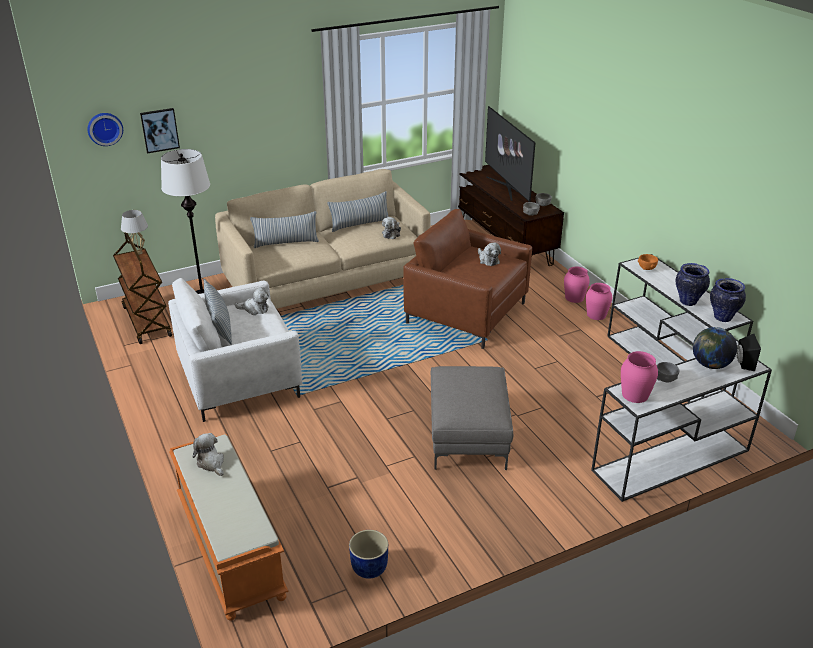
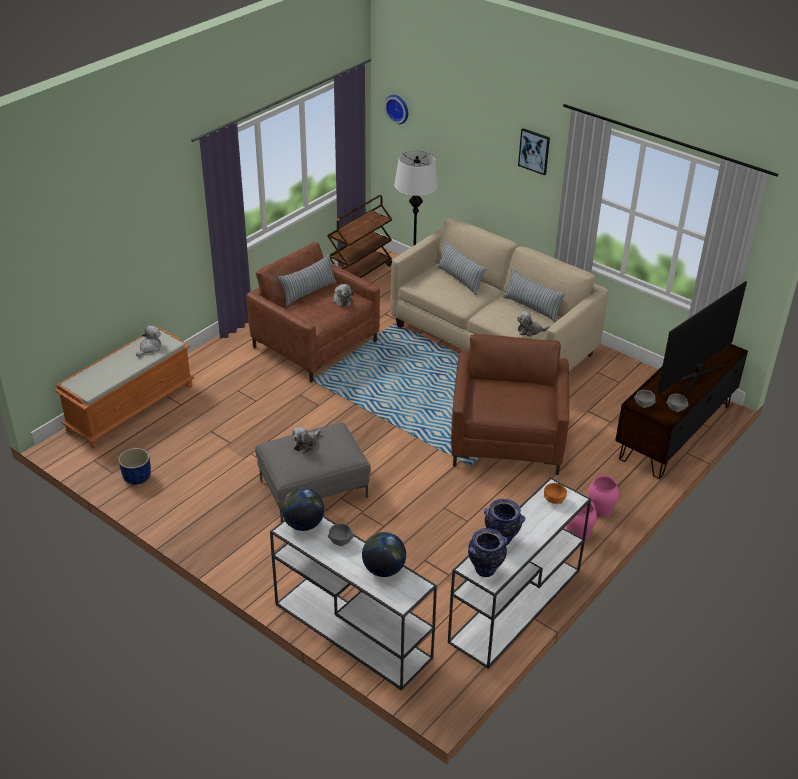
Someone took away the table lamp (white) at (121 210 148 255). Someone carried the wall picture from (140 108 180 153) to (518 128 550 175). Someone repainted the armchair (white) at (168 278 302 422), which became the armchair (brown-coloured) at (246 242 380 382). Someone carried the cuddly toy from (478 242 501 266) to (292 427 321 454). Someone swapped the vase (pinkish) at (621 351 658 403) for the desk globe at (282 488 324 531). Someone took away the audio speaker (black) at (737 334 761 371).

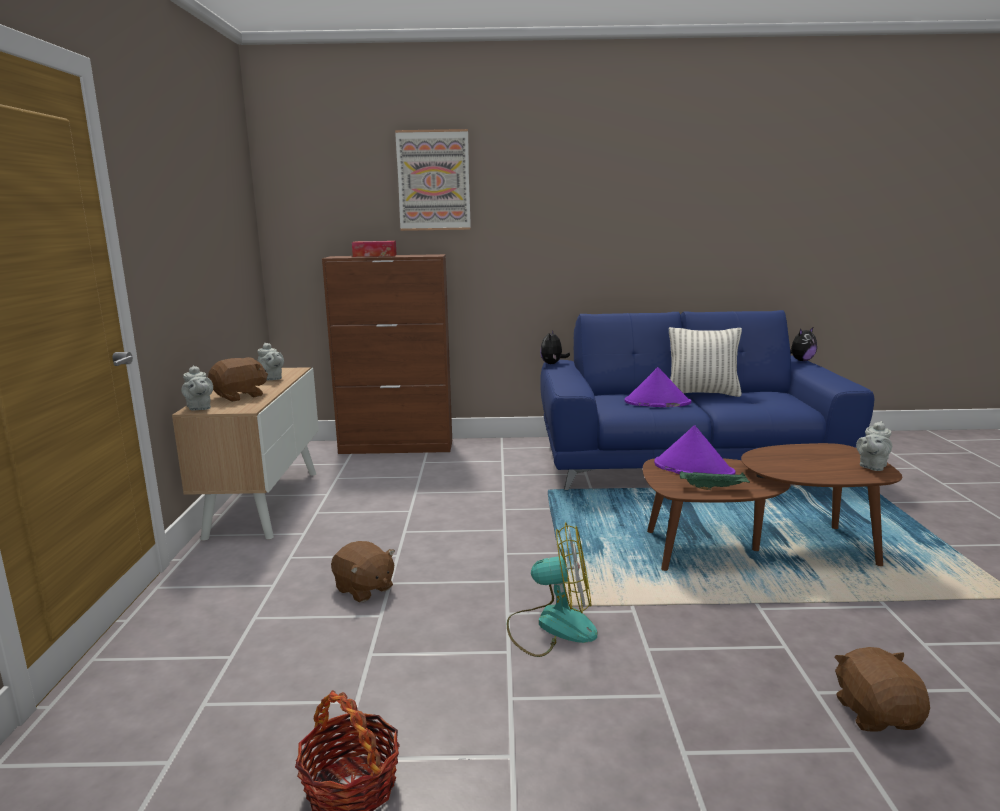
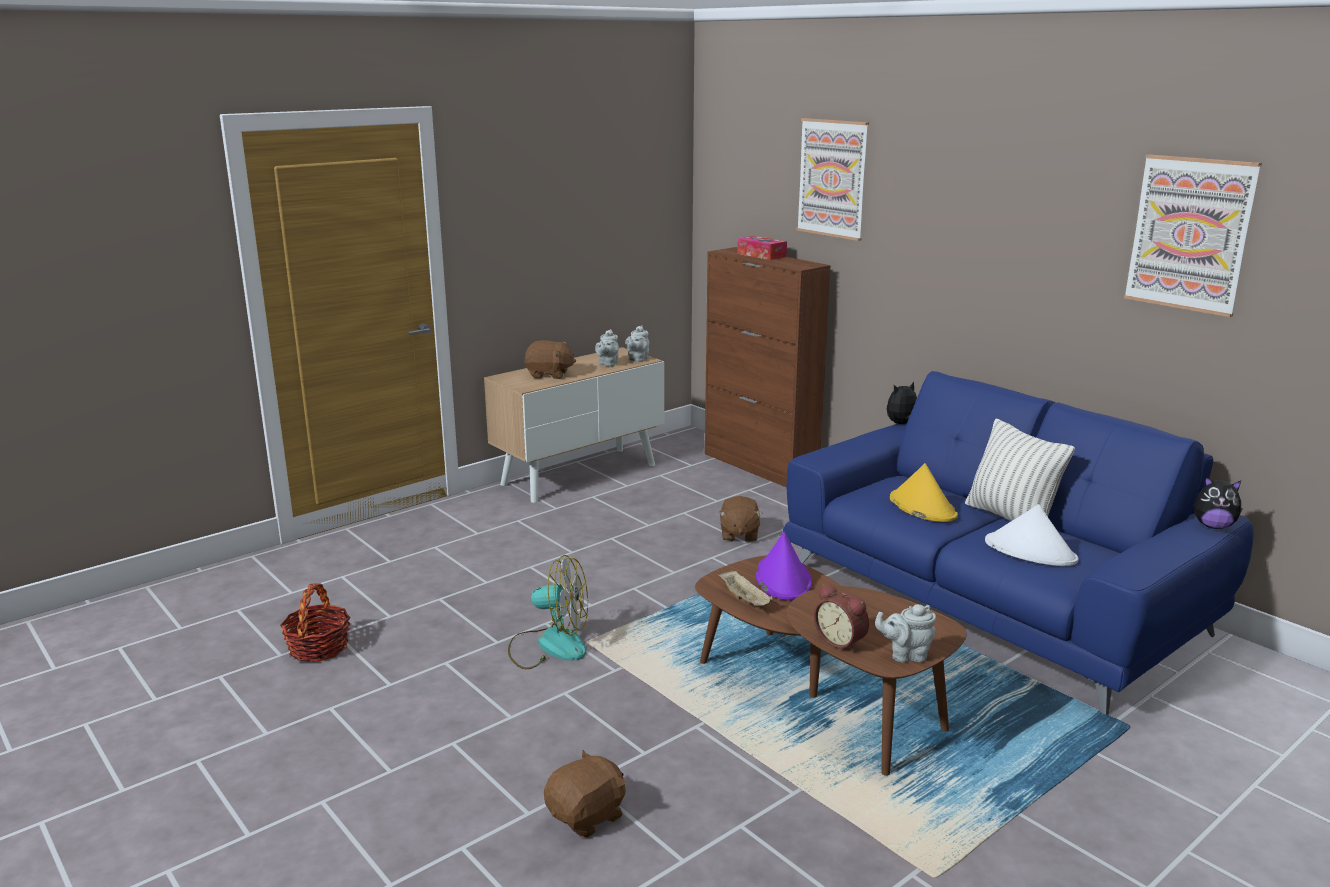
Someone carried the teapot (grey) from (181 366 213 410) to (625 325 649 362). Someone carried the cuddly toy (brown-coloured) from (331 541 395 602) to (719 496 763 542). Someone rotated the electric fan at (507 522 597 657) by 45 degrees counterclockwise. Someone repainted the wearable hat (purple-coloured) at (625 367 691 407), which became the wearable hat (yellow) at (890 463 958 522). Someone repainted the serving tray (green-coloured) at (680 471 750 490), which became the serving tray (beige-coloured) at (719 570 773 606). Someone put down the alarm clock at (814 584 869 652). Someone put down the wearable hat (white) at (985 504 1079 566). Someone put up the wall picture at (1124 154 1262 317).

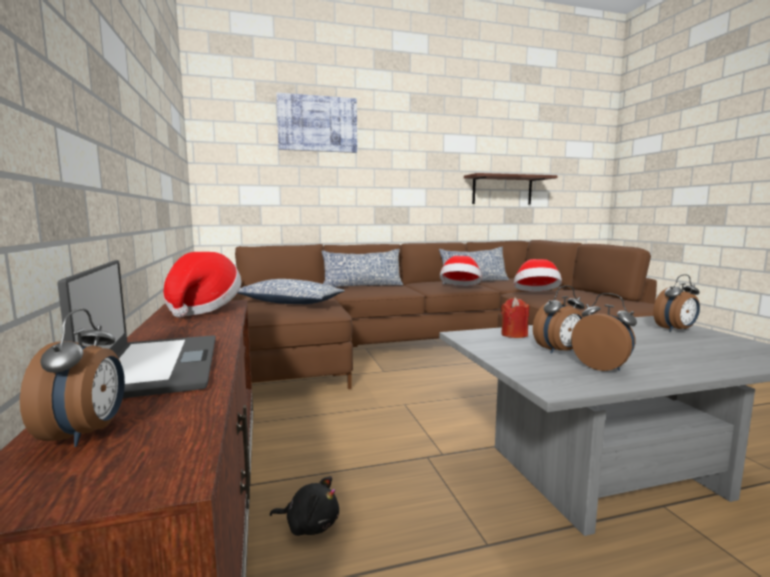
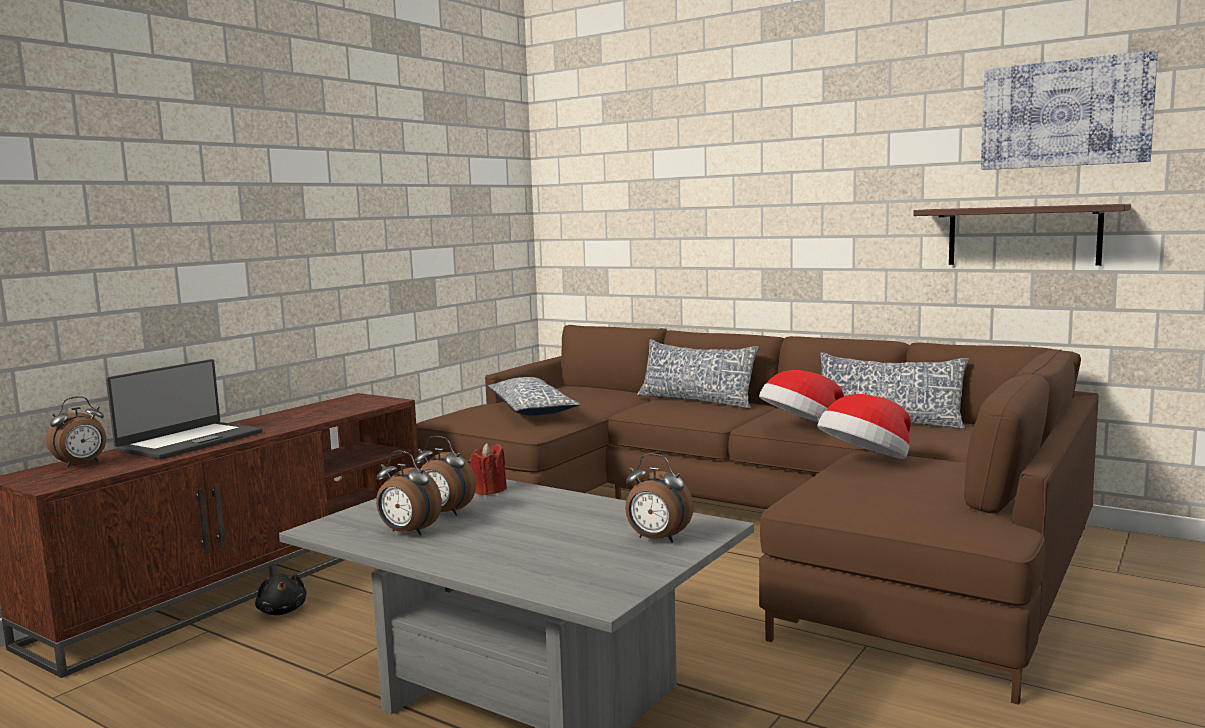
Someone took away the wearable hat at (163 252 242 317). Someone carried the wall picture from (276 93 357 153) to (981 50 1158 170). Someone rotated the alarm clock at (571 293 637 371) by 105 degrees clockwise.

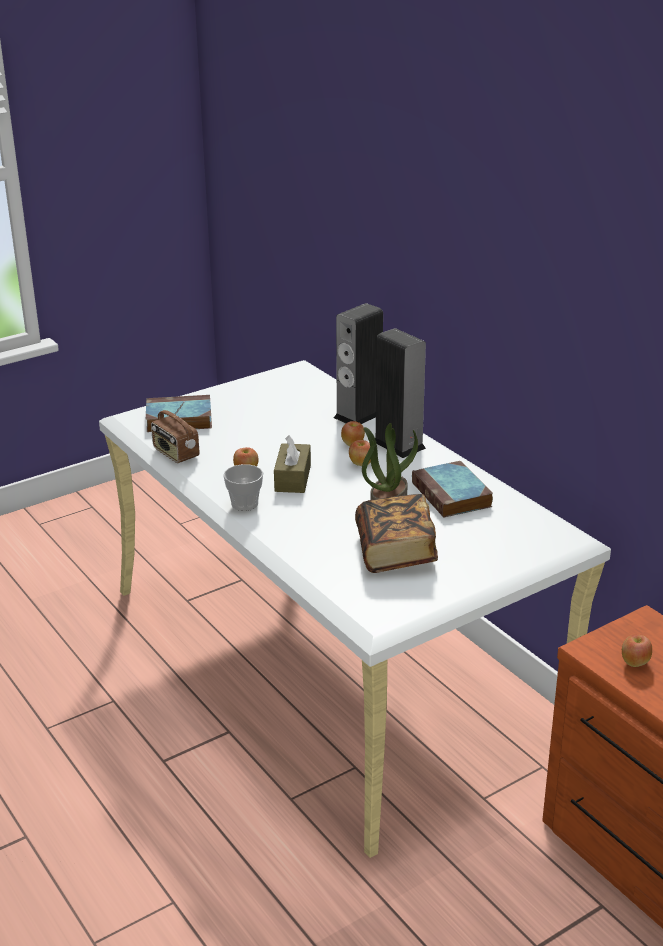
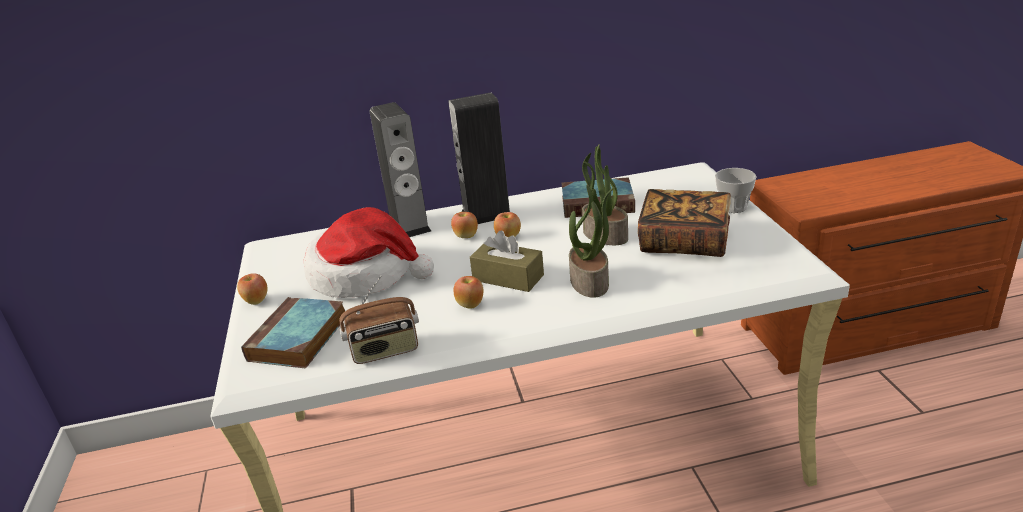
Someone carried the small cup from (223 464 263 511) to (715 168 757 213). Someone carried the whole apple from (622 634 652 667) to (237 273 268 305). Someone put down the wearable hat at (304 207 434 298). Someone put down the houseplant at (569 185 615 298).

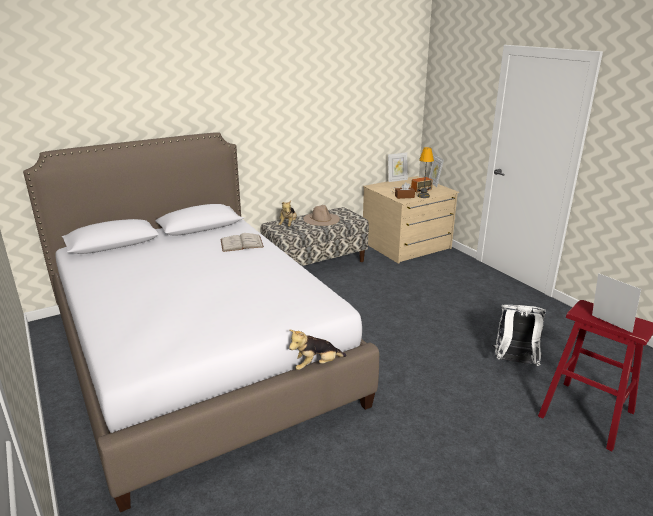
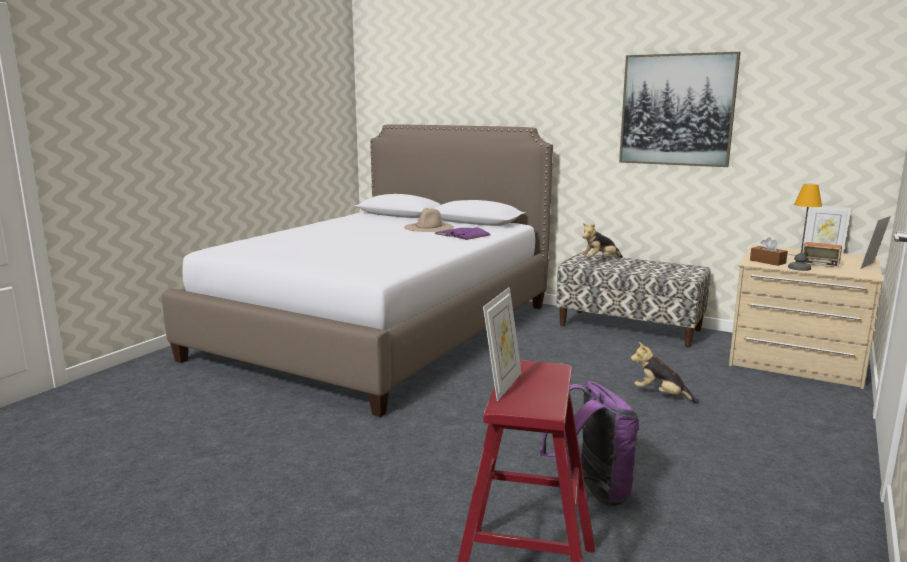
Someone repainted the bound book (white) at (221 233 264 252), which became the bound book (purple-coloured) at (435 227 490 240). Someone carried the cuddly toy from (289 329 347 370) to (631 342 699 404). Someone carried the wearable hat (beige-coloured) from (303 205 340 226) to (404 208 454 232). Someone repainted the backpack (white) at (492 305 546 366), which became the backpack (purple-coloured) at (540 381 639 507). Someone put up the wall picture at (619 52 741 167).

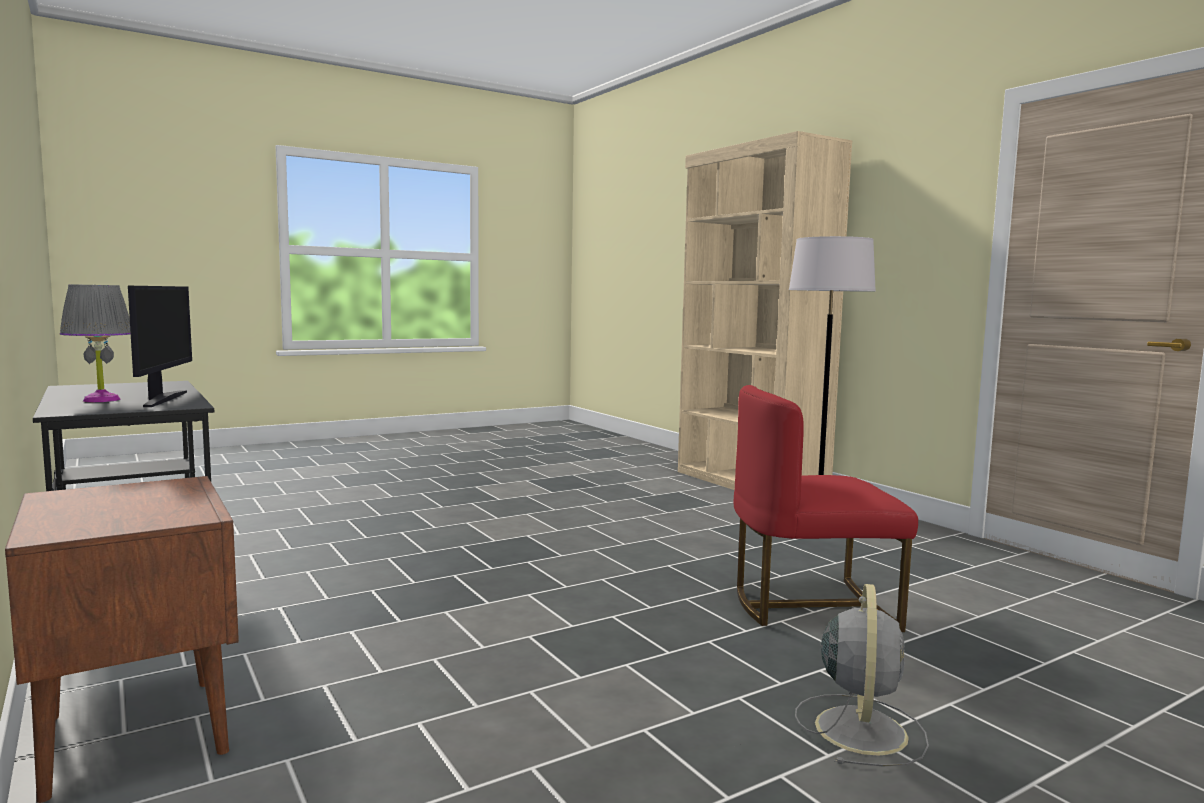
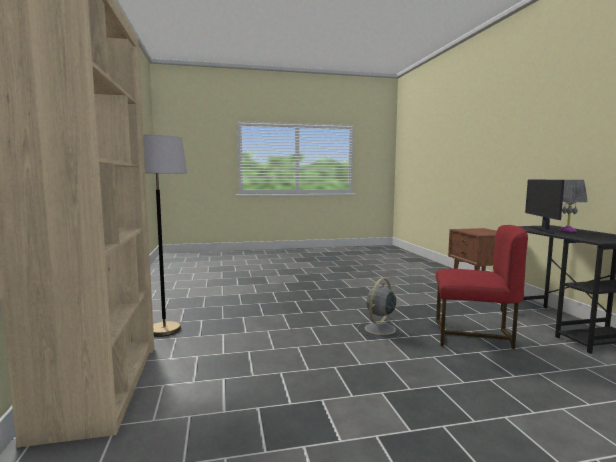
Someone carried the plain chair (red-coloured) from (734 385 918 632) to (436 225 528 349). Someone carried the electric fan (grey) from (795 584 929 766) to (357 278 402 339).

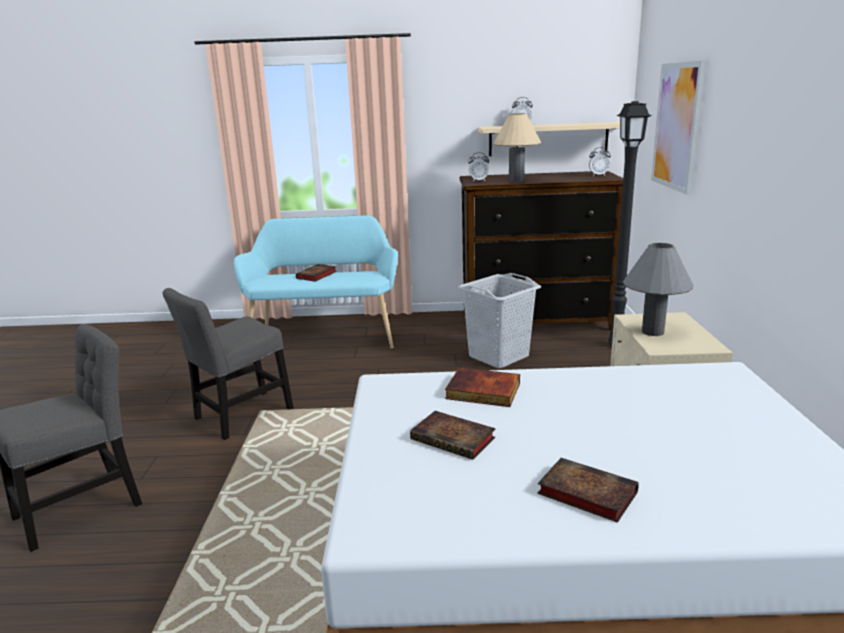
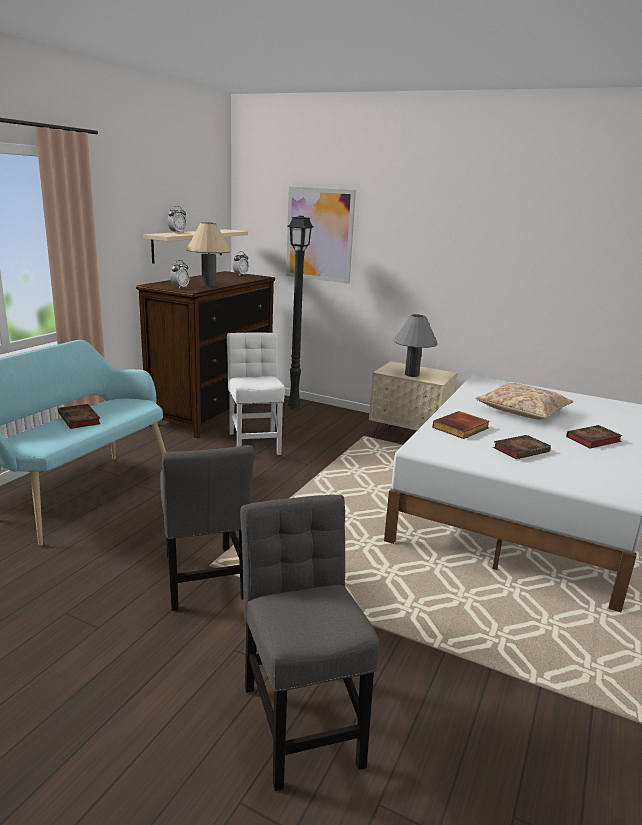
Someone swapped the hamper (grey) at (458 273 542 368) for the plain chair (white) at (227 333 285 455). Someone put down the pillow (beige-coloured) at (475 383 573 419).

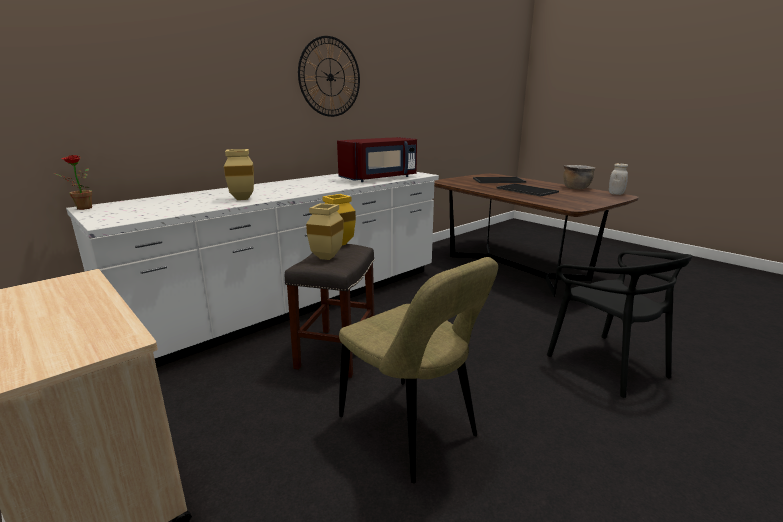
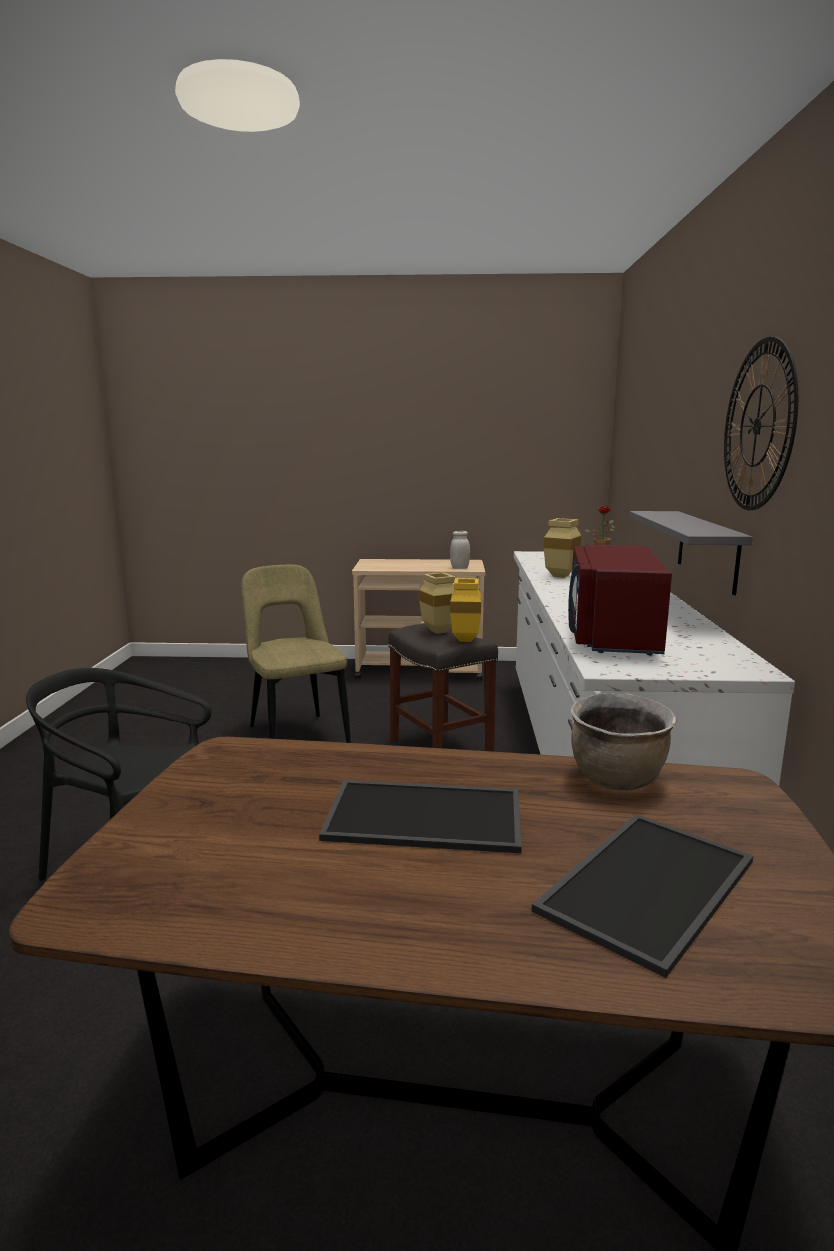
Someone rotated the plain chair (beige-coloured) at (339 257 498 483) by 60 degrees clockwise. Someone carried the saucepot (brown-coloured) from (563 165 596 189) to (571 693 676 790). Someone carried the jar (white) from (609 163 628 195) to (450 531 470 569). Someone put up the wall shelf (grey) at (629 511 753 595).

